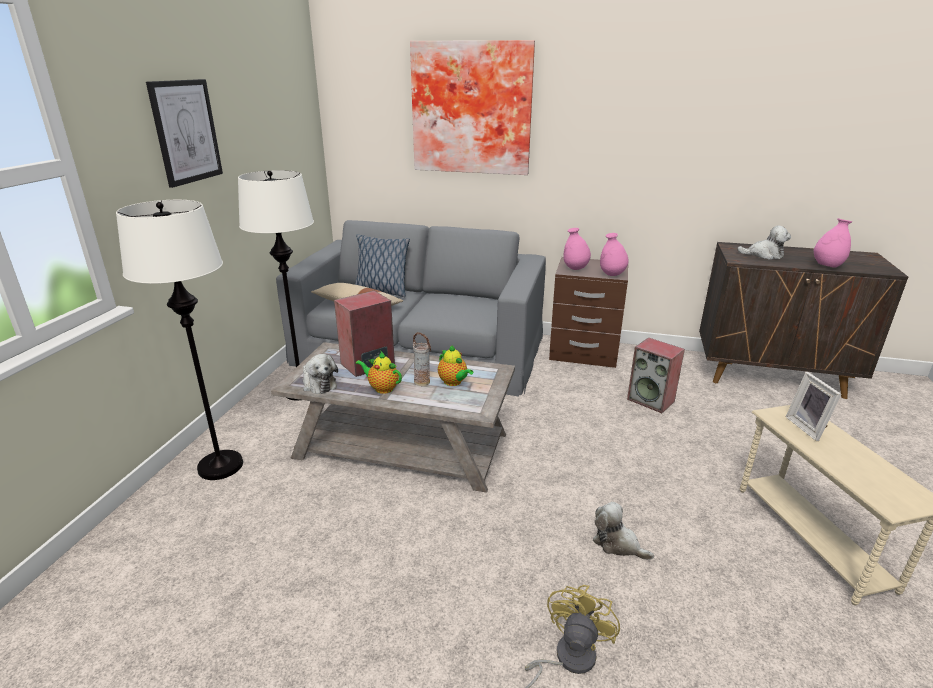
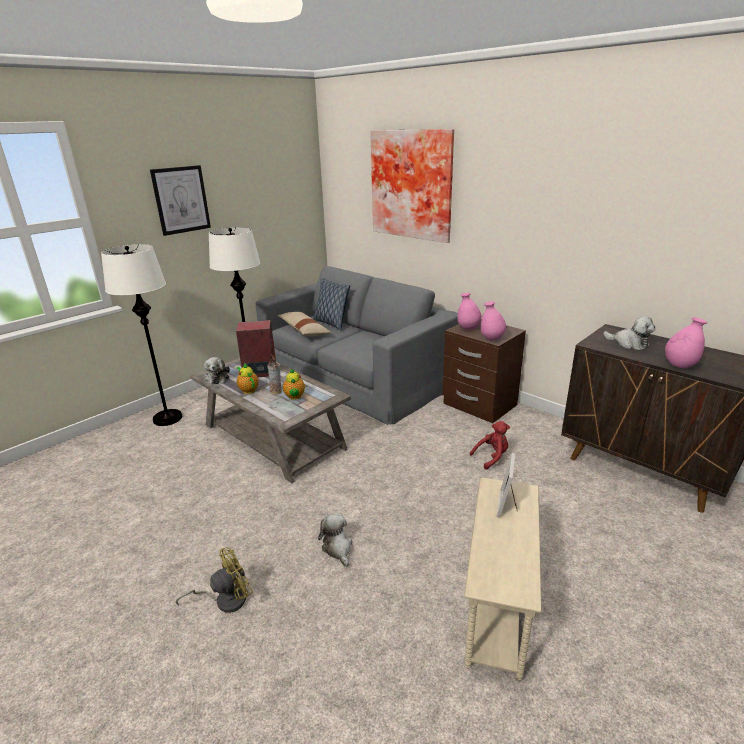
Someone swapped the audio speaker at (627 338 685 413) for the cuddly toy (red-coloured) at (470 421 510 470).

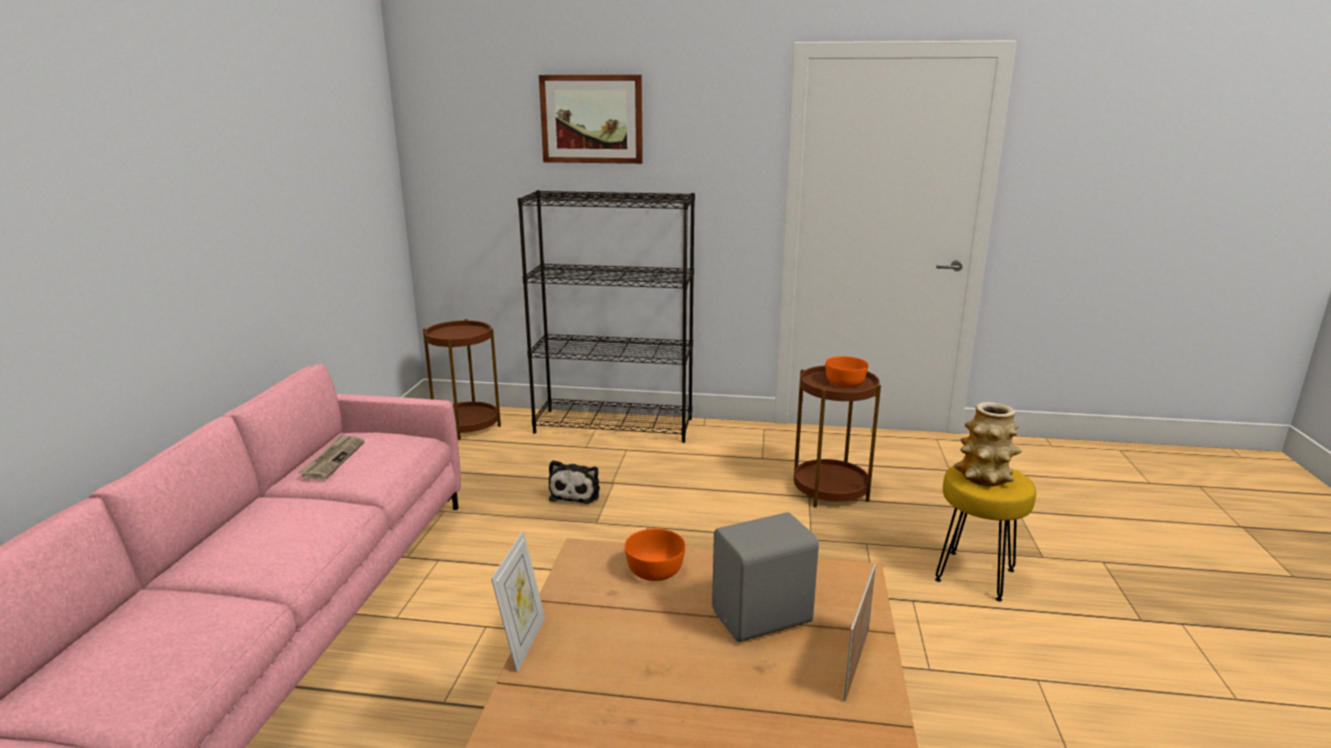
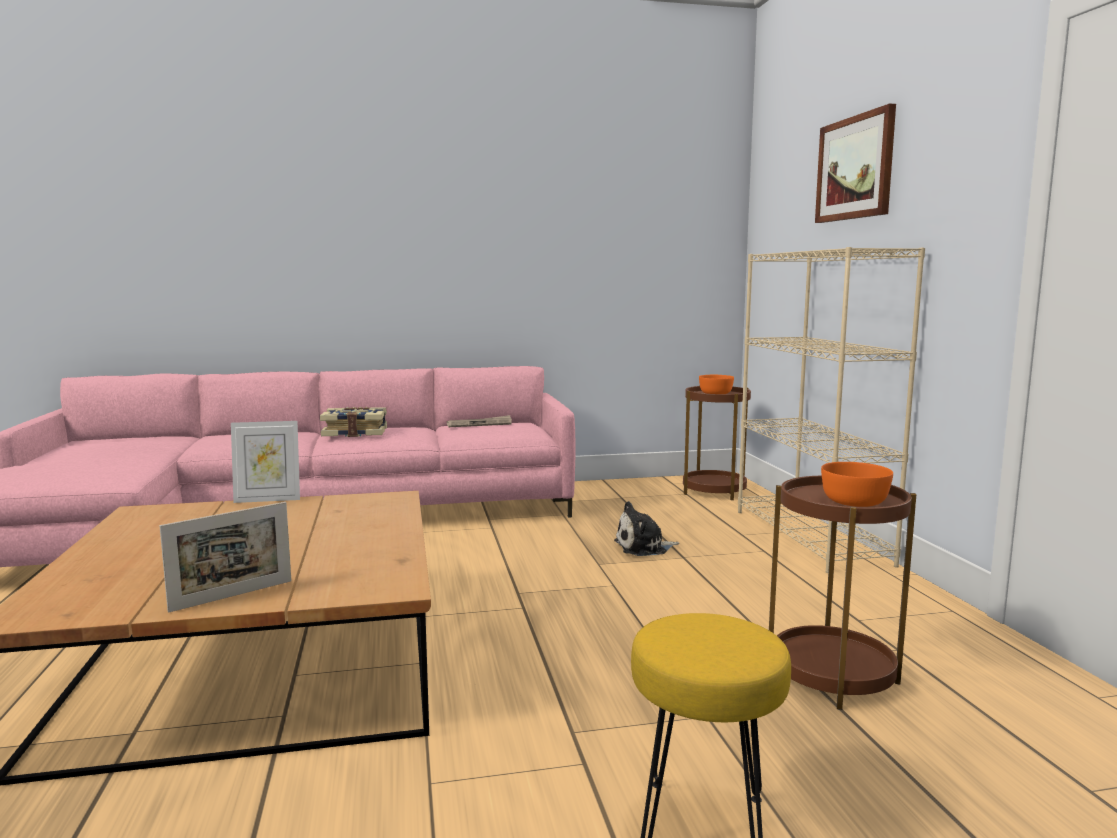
Someone repainted the shelving unit (black) at (518 190 695 443), which became the shelving unit (beige-coloured) at (738 247 925 573). Someone carried the serving bowl (orange-coloured) from (625 528 685 581) to (699 375 734 394). Someone took away the audio speaker (grey) at (712 513 819 642). Someone rotated the standing frame at (843 564 876 701) by 135 degrees clockwise. Someone took away the vase at (954 402 1022 486). Someone put down the bound book at (320 407 387 437).

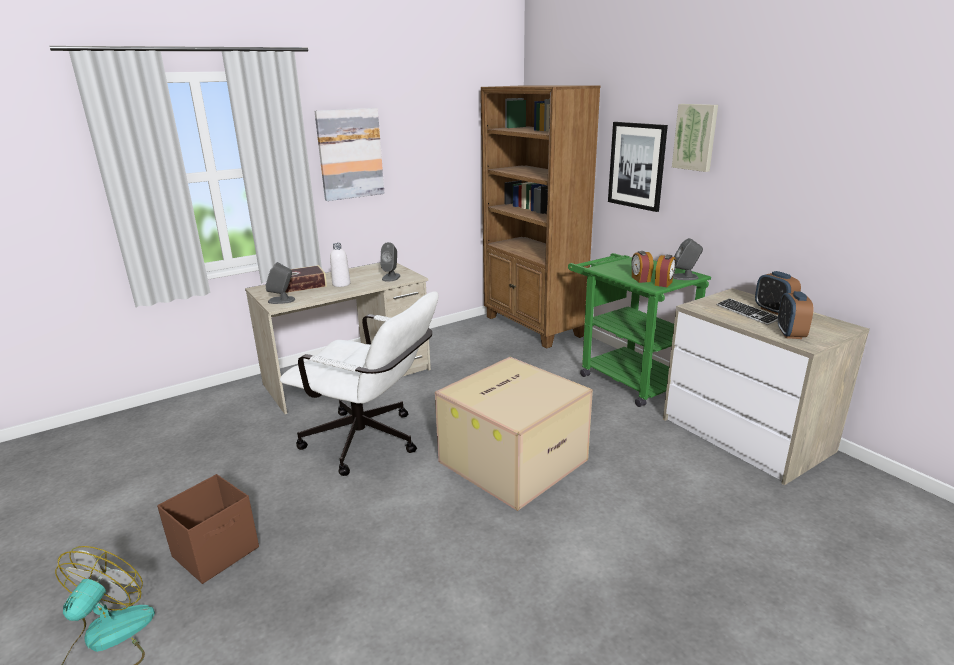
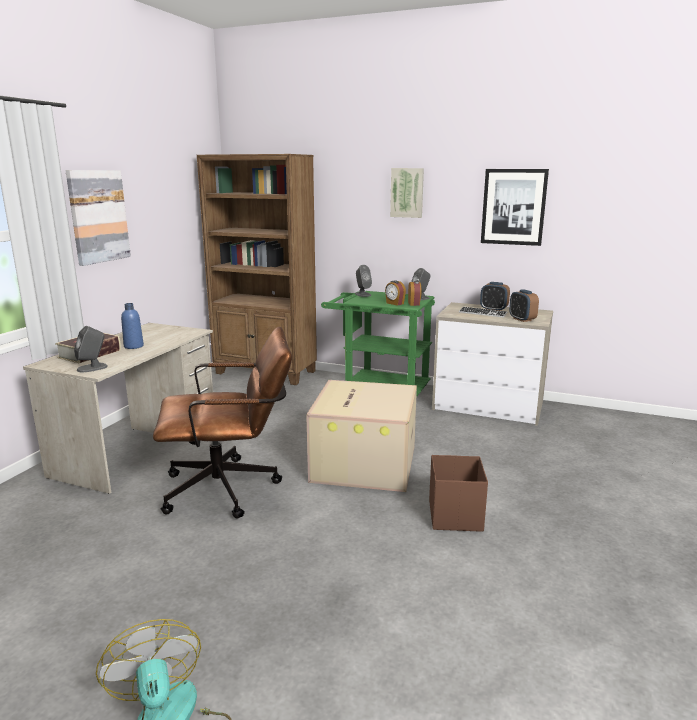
Someone carried the storage box (brown-coloured) from (157 474 259 584) to (429 455 488 532). Someone repainted the desk chair (white) at (280 291 438 476), which became the desk chair (brown-coloured) at (153 327 292 518). Someone repainted the beverage bottle (white) at (330 243 351 287), which became the beverage bottle (blue-coloured) at (121 303 144 349). Someone carried the audio speaker (grey) from (380 242 400 282) to (355 265 372 297). Someone carried the wall picture from (608 122 668 212) to (481 169 549 246).

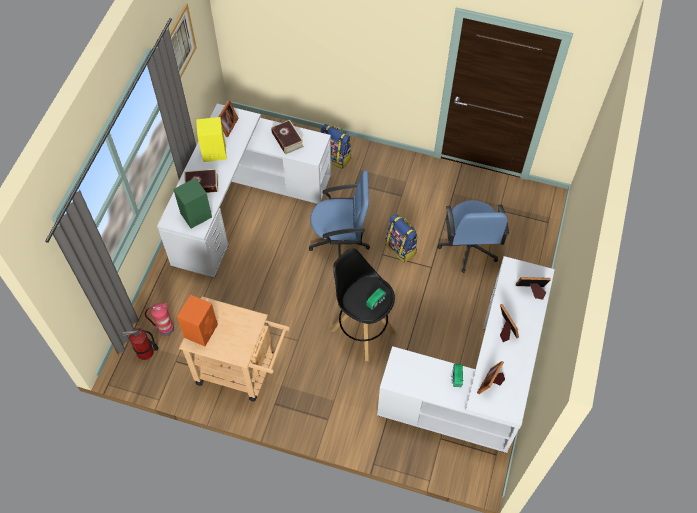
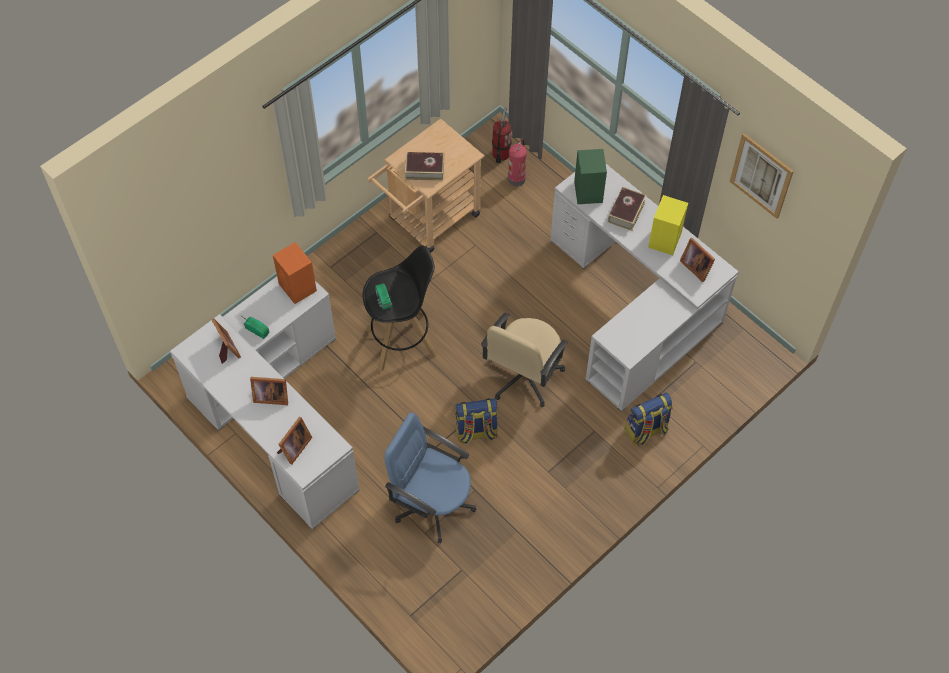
Someone carried the audio speaker (orange-coloured) from (177 295 218 346) to (273 242 317 304). Someone carried the bound book from (271 120 304 155) to (405 152 444 181). Someone repainted the desk chair (blue-coloured) at (309 170 370 258), which became the desk chair (beige-coloured) at (481 313 568 407).

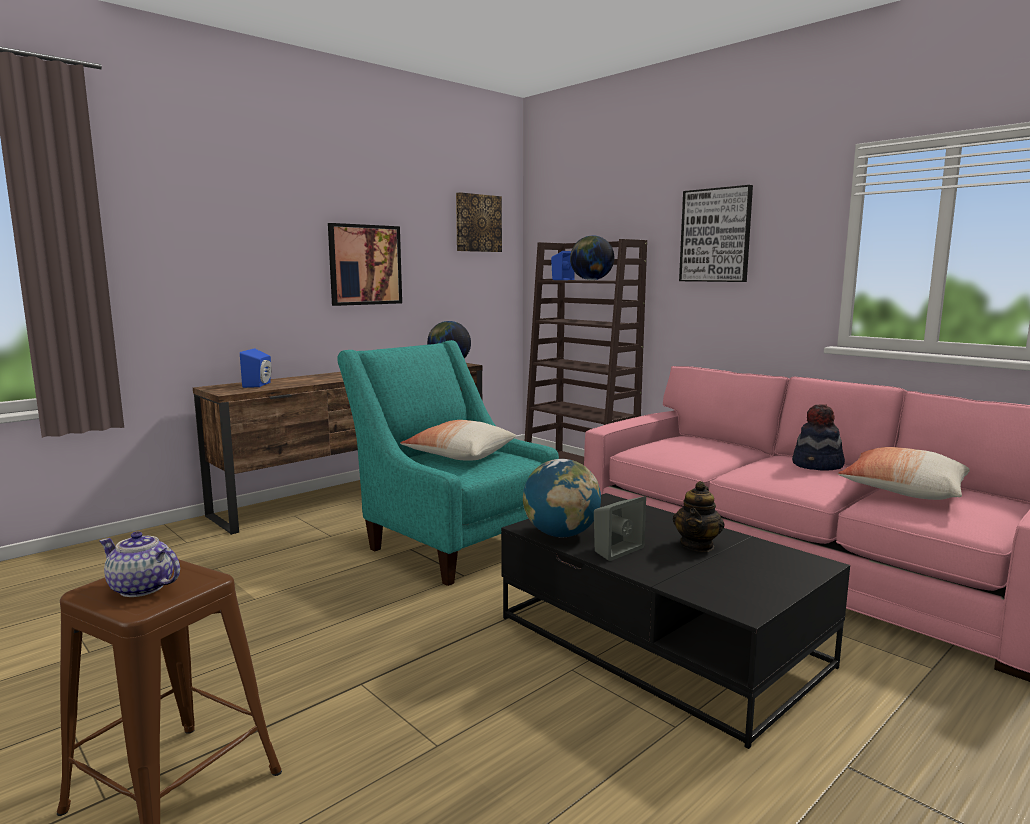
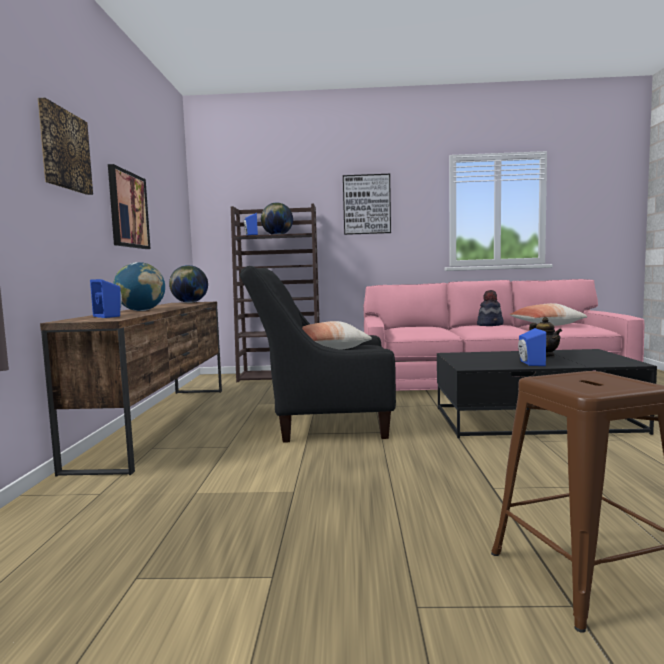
Someone took away the teapot at (99 532 180 597). Someone repainted the armchair (turquoise) at (337 340 559 586), which became the armchair (black) at (239 266 396 443). Someone carried the wall picture from (456 192 502 252) to (38 98 93 195). Someone carried the desk globe from (523 459 601 538) to (113 262 165 311). Someone repainted the audio speaker (grey) at (594 496 646 561), which became the audio speaker (blue-coloured) at (518 328 546 366).

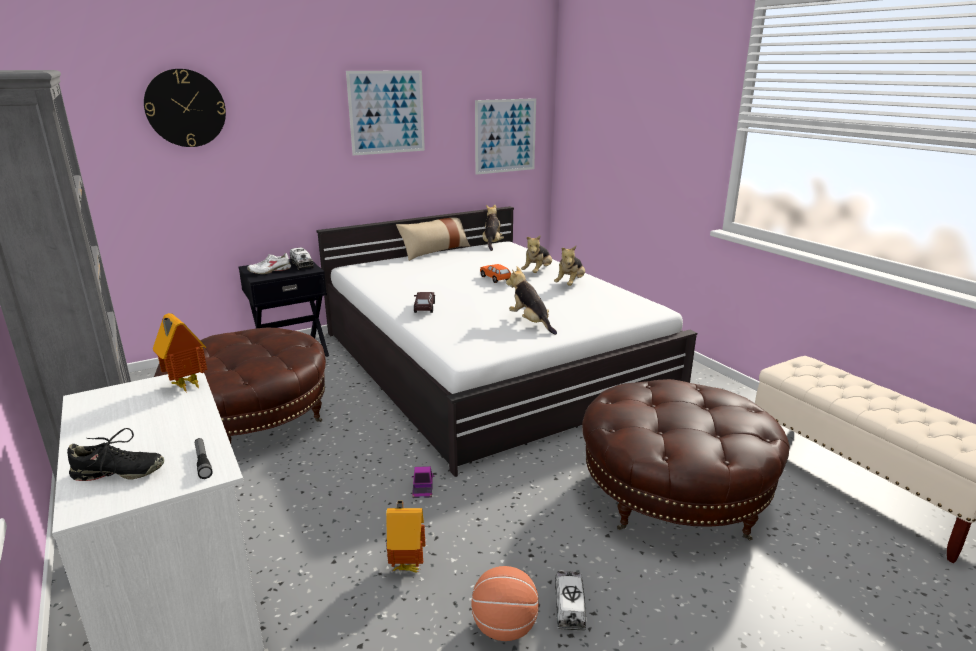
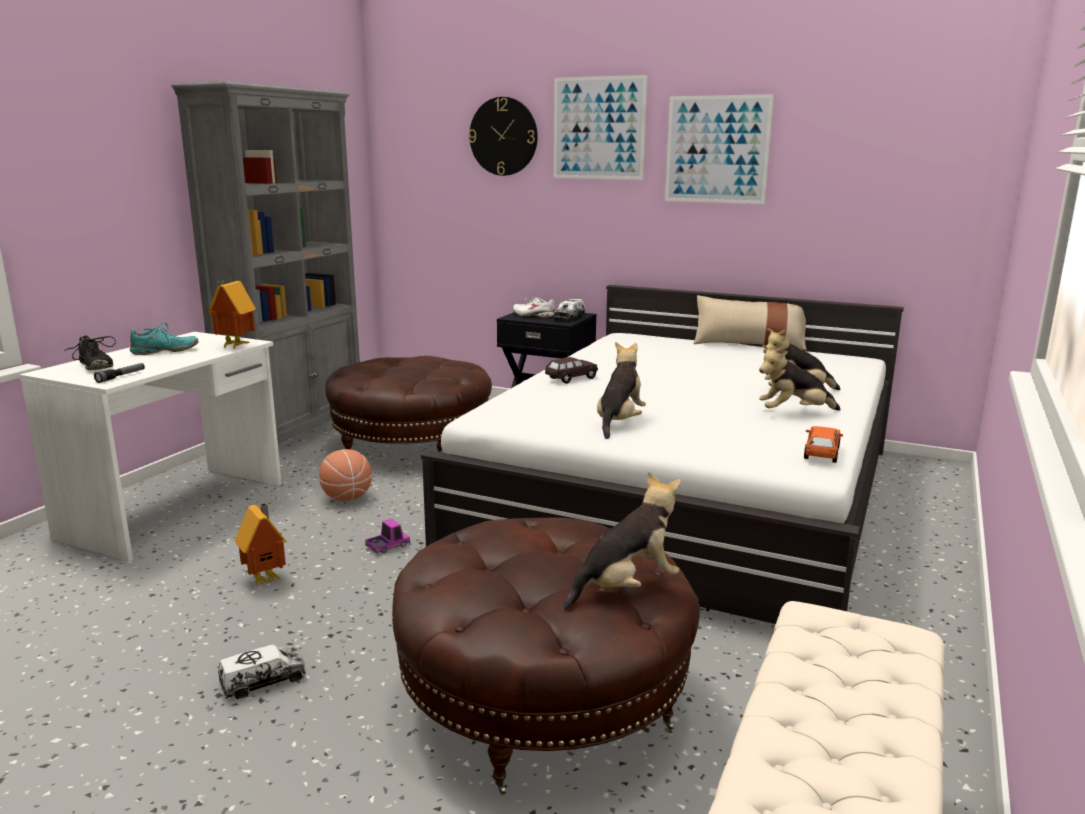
Someone carried the ball for basketball from (471 566 539 641) to (319 449 372 501). Someone carried the wall picture from (475 98 536 175) to (554 75 647 180). Someone carried the toy car (orange-coloured) from (480 264 511 283) to (804 426 843 463). Someone carried the cuddly toy from (482 205 504 251) to (563 471 681 610). Someone put down the shoe (turquoise) at (130 322 199 355).

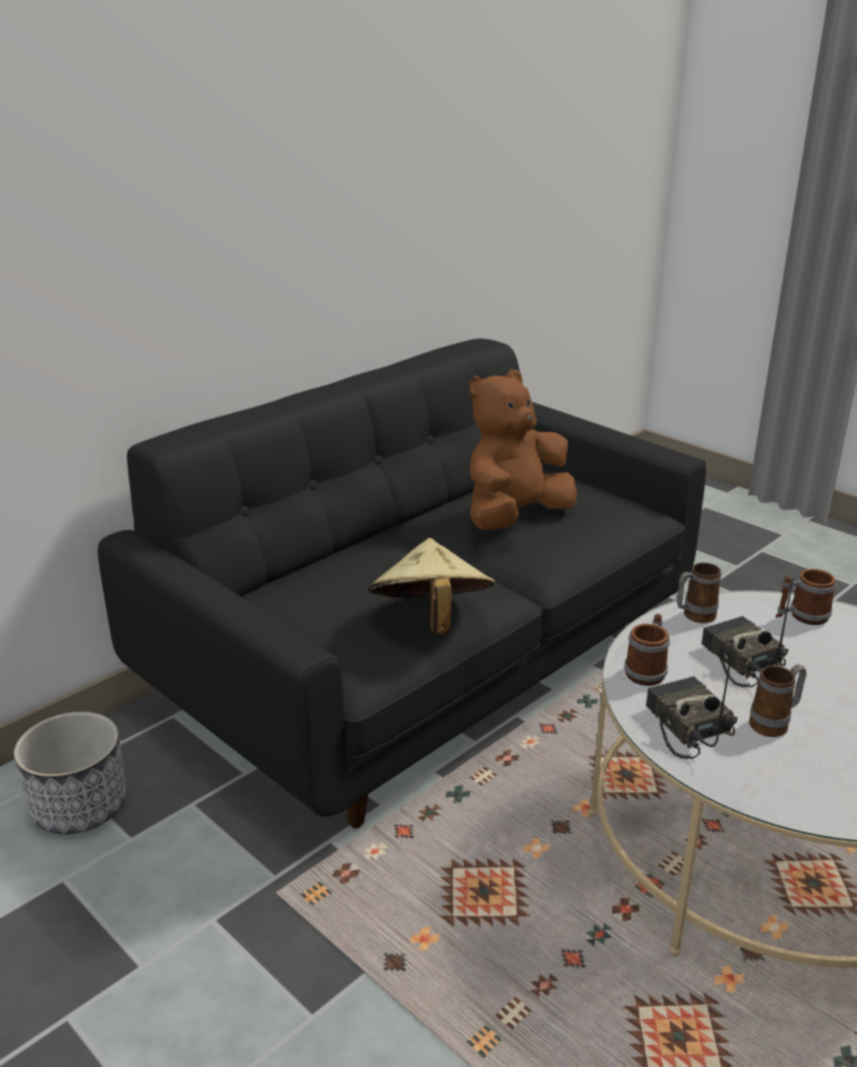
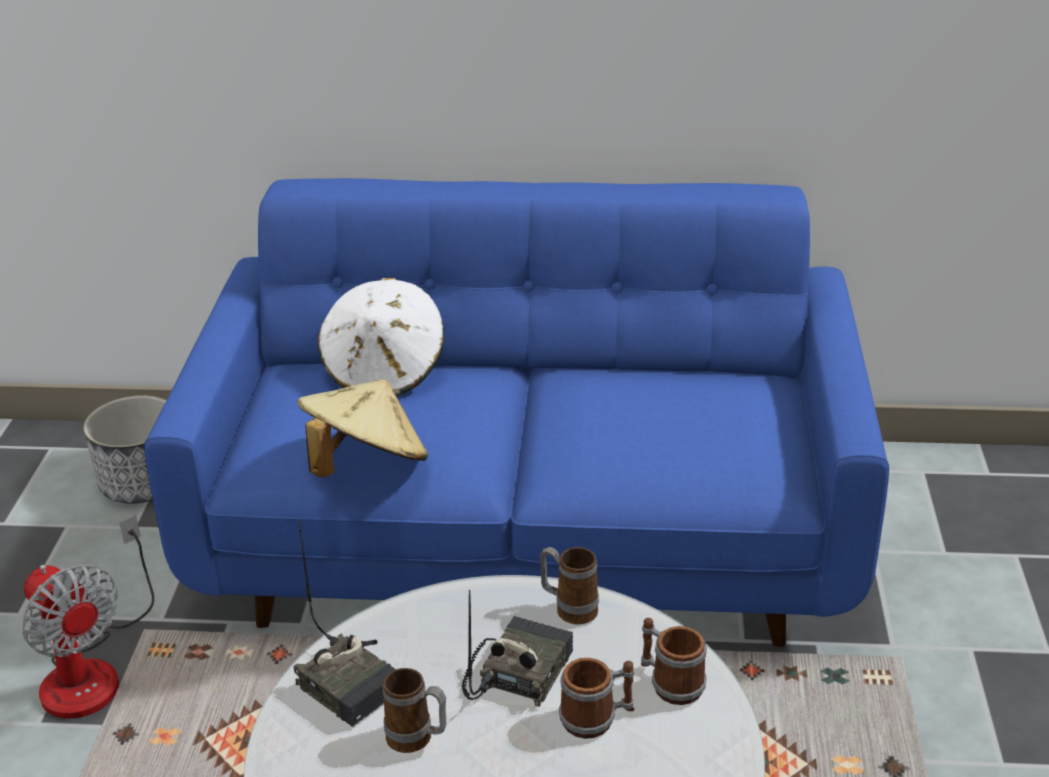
Someone repainted the couch (black) at (98 339 706 829), which became the couch (blue-coloured) at (144 178 889 647). Someone took away the cuddly toy (brown-coloured) at (469 369 577 531). Someone carried the coffee mug from (624 614 670 686) to (559 658 634 739). Someone rotated the radio receiver at (646 644 738 759) by 105 degrees clockwise. Someone put down the electric fan at (22 514 154 718). Someone put down the wearable hat (white) at (318 278 444 396).

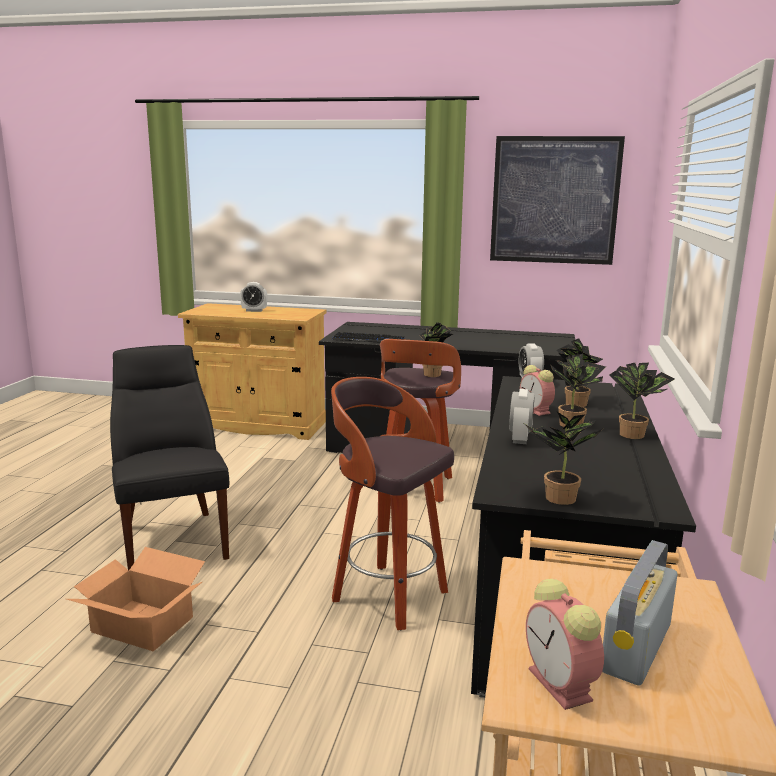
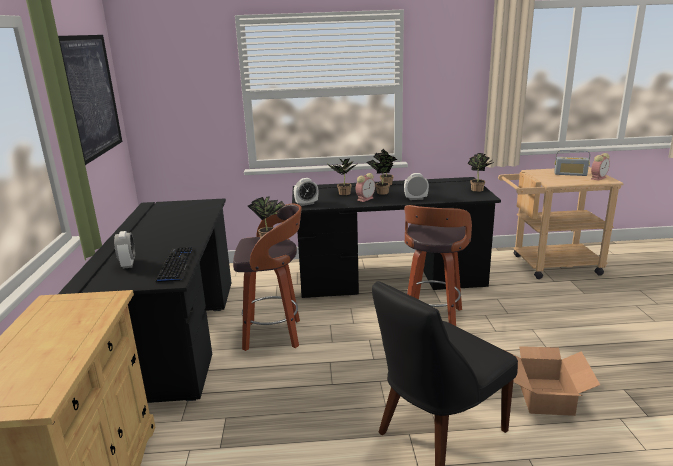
Someone carried the alarm clock from (240 282 267 312) to (114 231 135 269).

